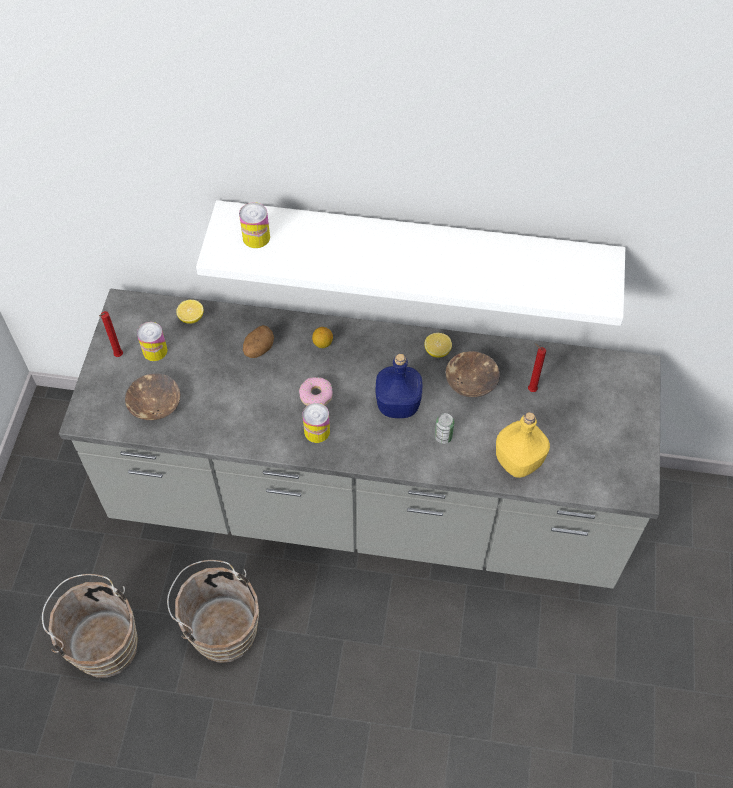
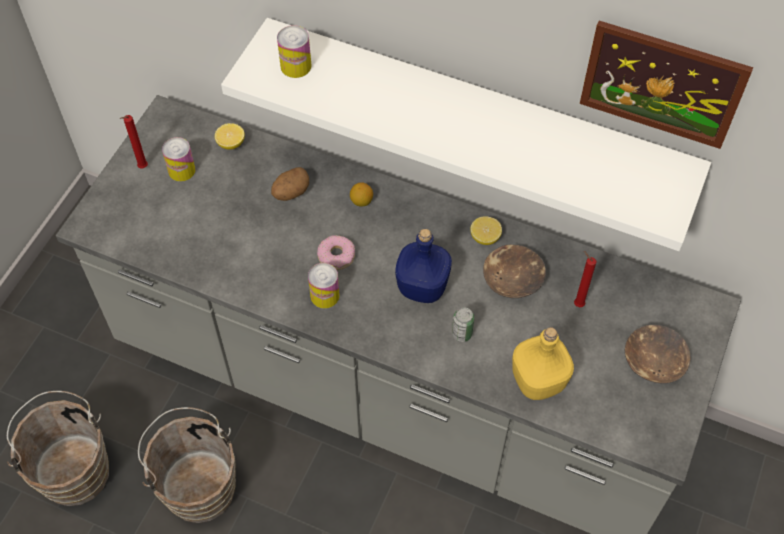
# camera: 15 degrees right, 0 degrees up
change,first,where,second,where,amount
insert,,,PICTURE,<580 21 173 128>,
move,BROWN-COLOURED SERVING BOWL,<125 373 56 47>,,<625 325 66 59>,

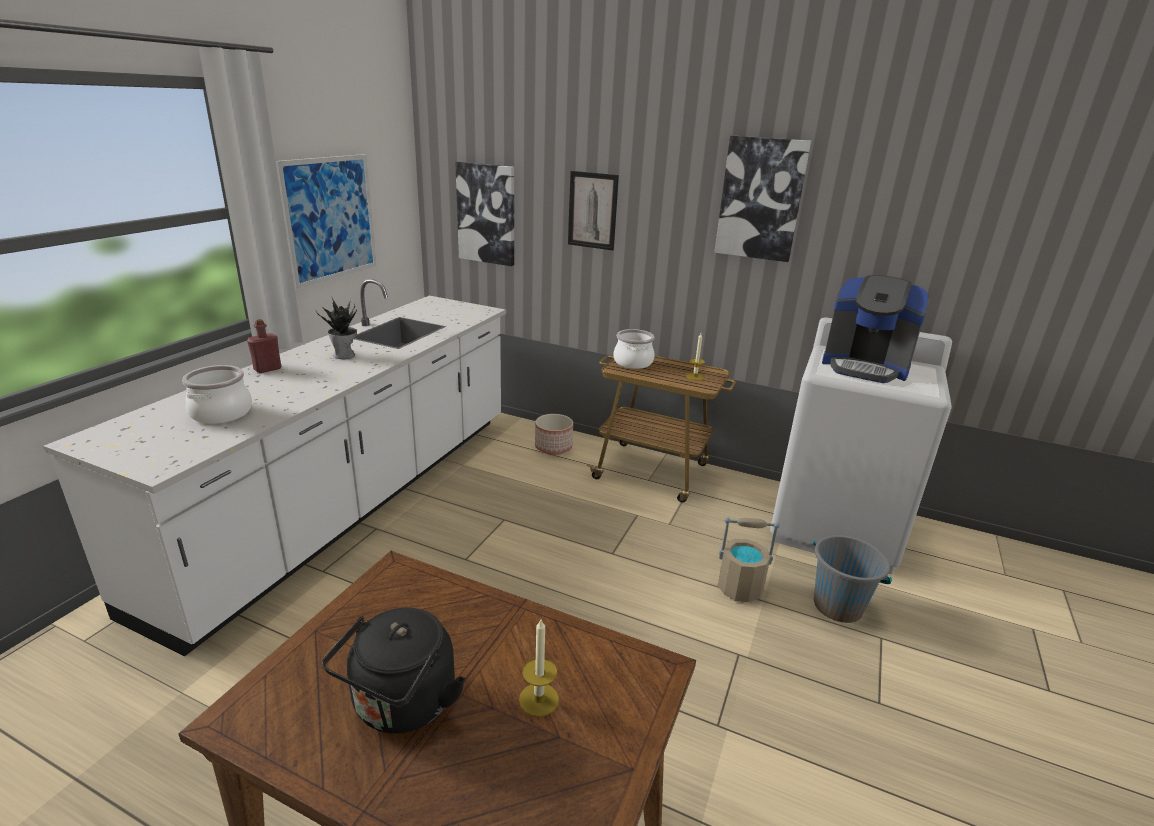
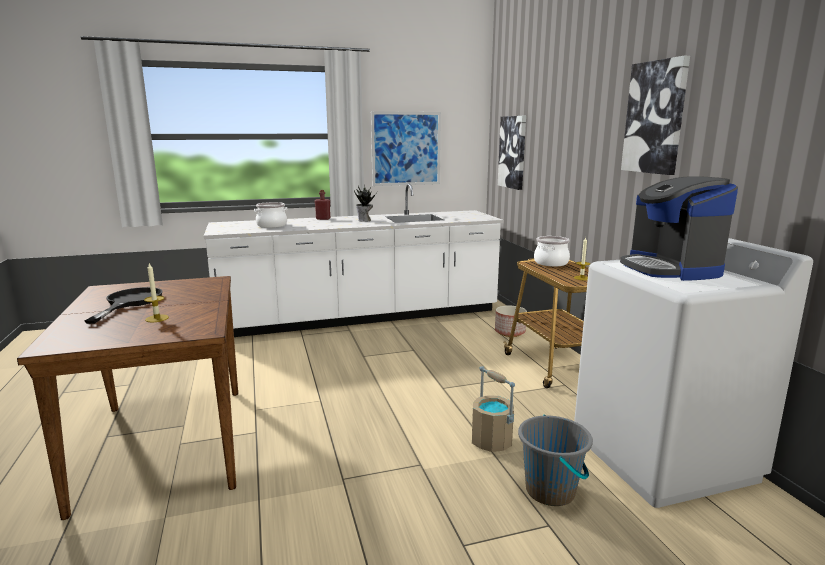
# camera: 50 degrees right, 10 degrees down
change,first,where,second,where,amount
delete,PICTURE,<568 171 51 79>,,,
replace,BLACKISH KETTLE,<322 608 143 125>,BLACKISH FRYING PAN,<84 287 78 37>,

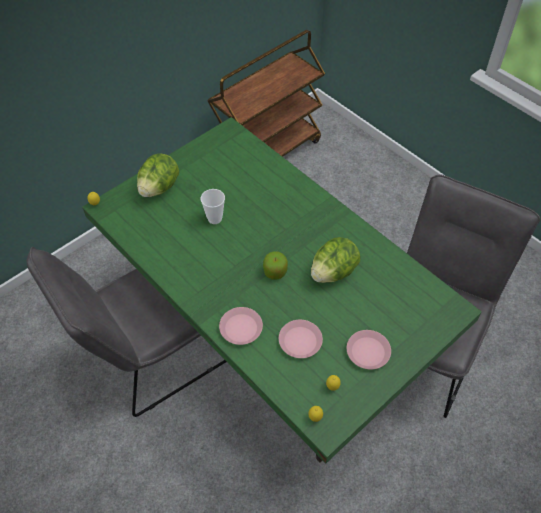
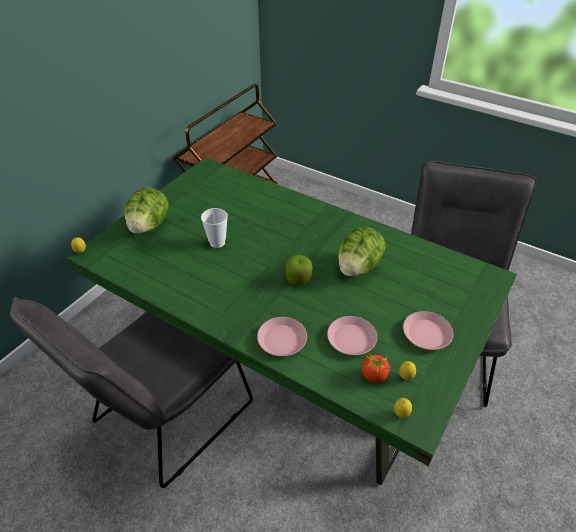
# camera: 15 degrees left, 10 degrees down
change,first,where,second,where,amount
insert,,,FRESH TOMATO,<362 354 30 29>,

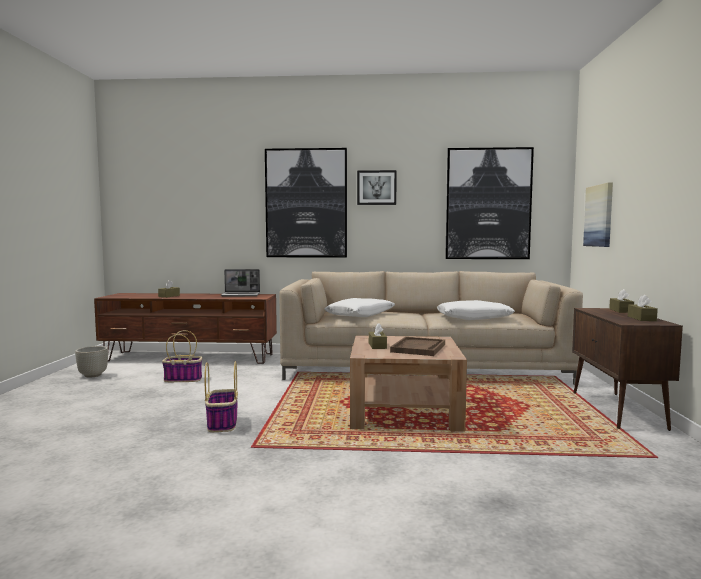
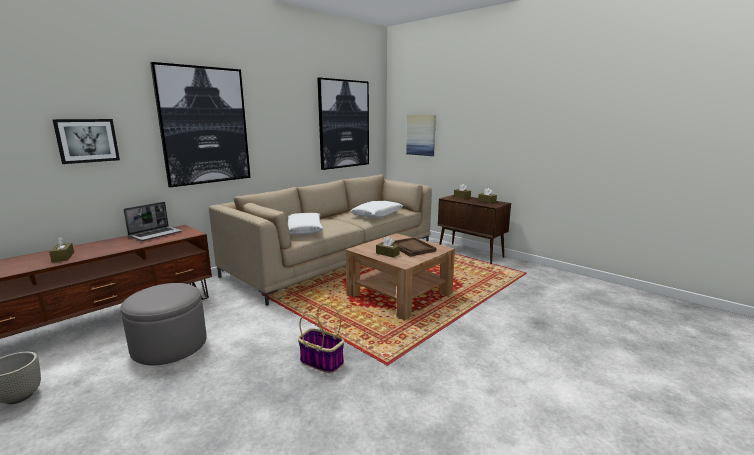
# camera: 50 degrees left, 10 degrees up
change,first,where,second,where,amount
move,PICTURE,<357 170 40 35>,,<52 119 68 45>,
replace,STORAGE BASKET,<162 330 40 52>,GRAY POUFFE,<121 283 86 82>,

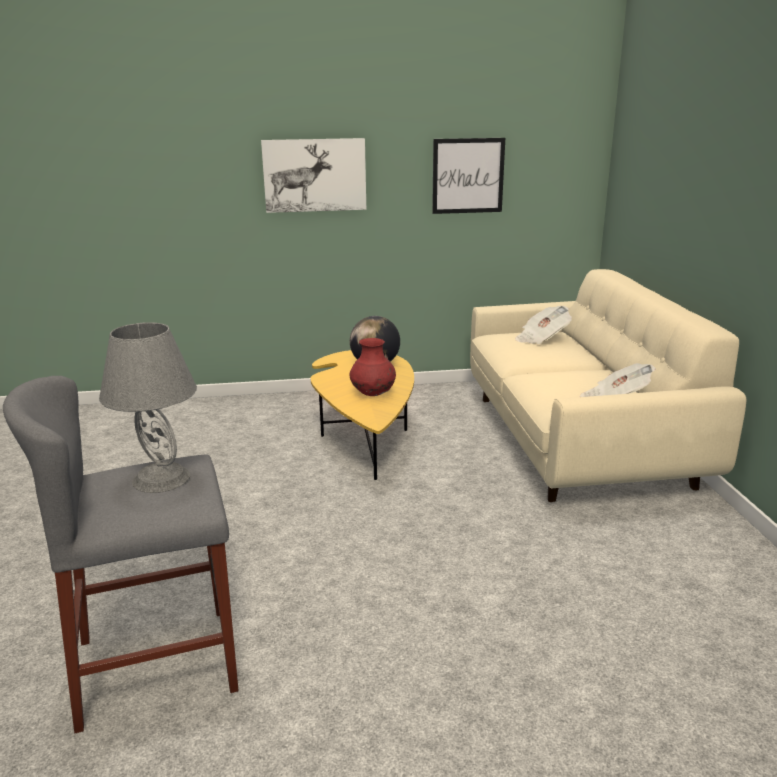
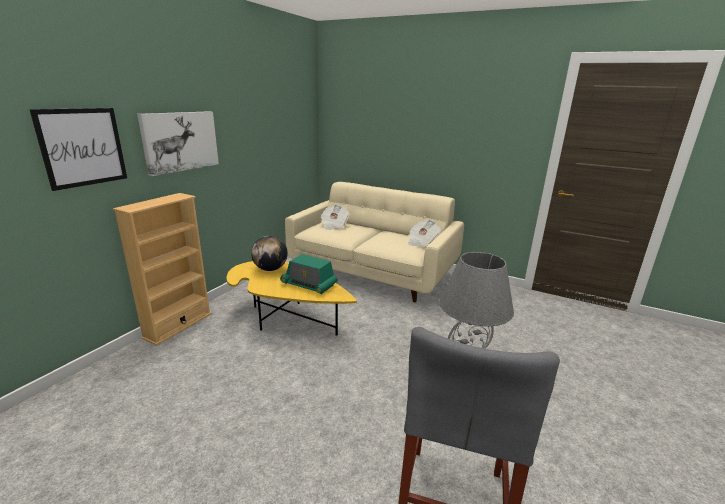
# camera: 55 degrees left, 0 degrees up
change,first,where,second,where,amount
insert,,,SAND-COLOURED BOOKSHELF,<113 193 99 153>,
move,PICTURE,<432 138 73 76>,,<29 108 98 83>,
replace,REDDISH VASE,<350 338 46 58>,RADIO,<280 254 57 40>,

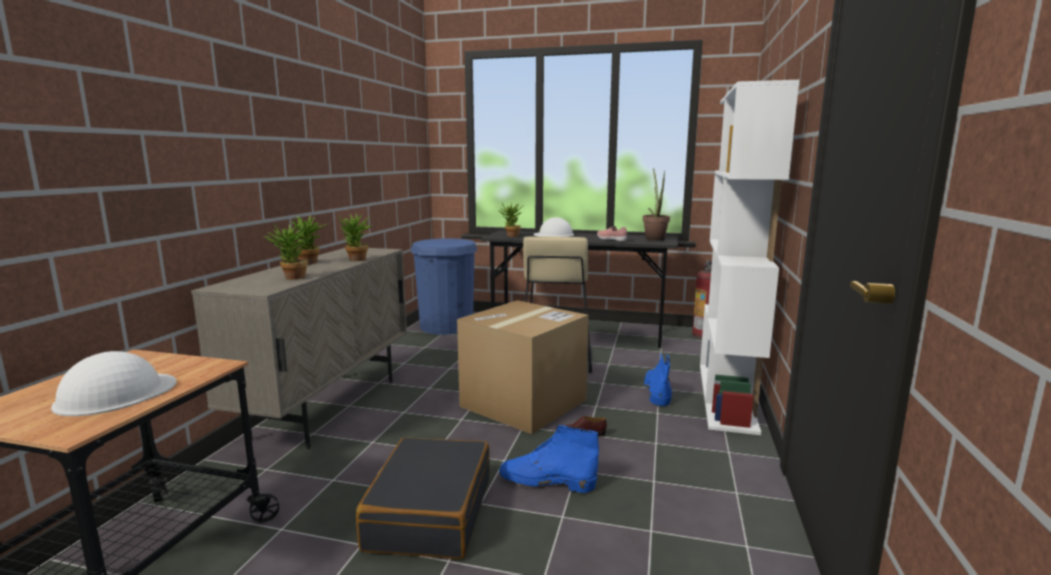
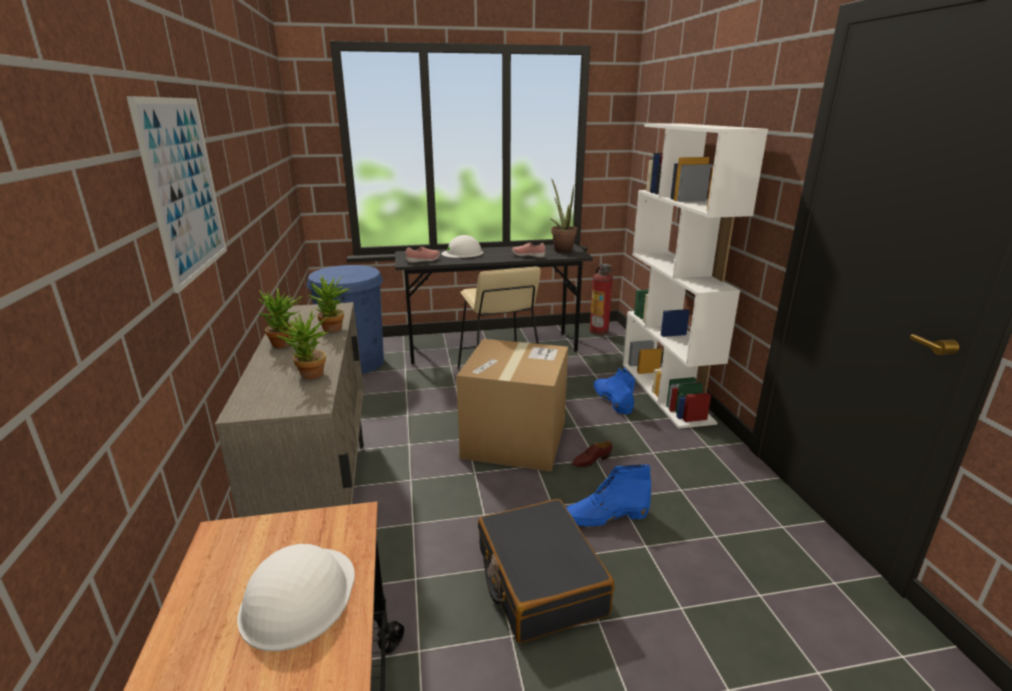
# camera: 25 degrees left, 10 degrees up
change,first,where,second,where,amount
insert,,,PICTURE,<126 96 101 197>,
replace,POTTED PLANT,<498 203 26 34>,PINK-COLOURED ITEM OF FOOTWEAR,<406 246 34 17>,

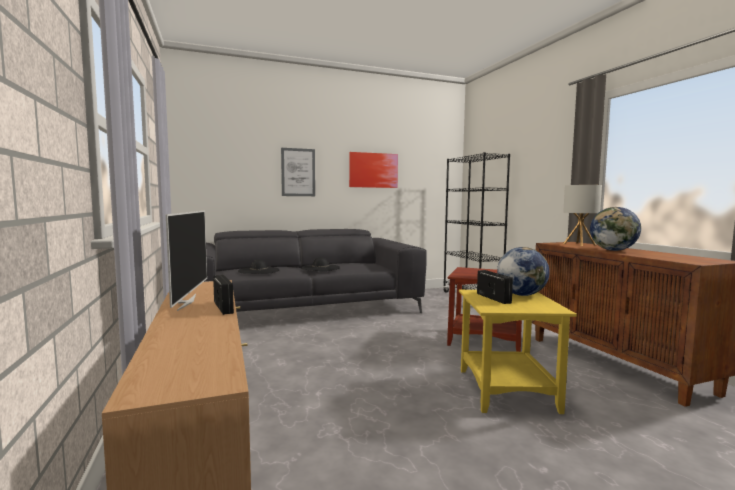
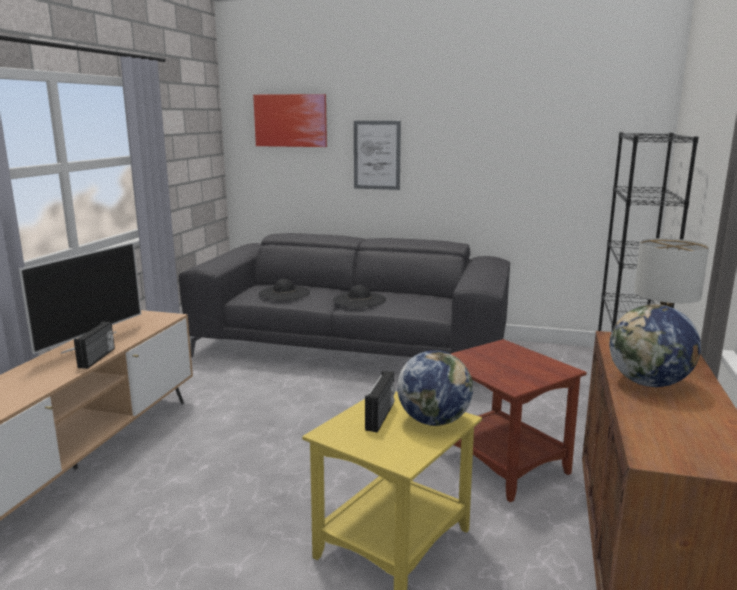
# camera: 35 degrees right, 10 degrees up
change,first,where,second,where,amount
move,PICTURE,<349 152 49 36>,,<253 94 74 53>,

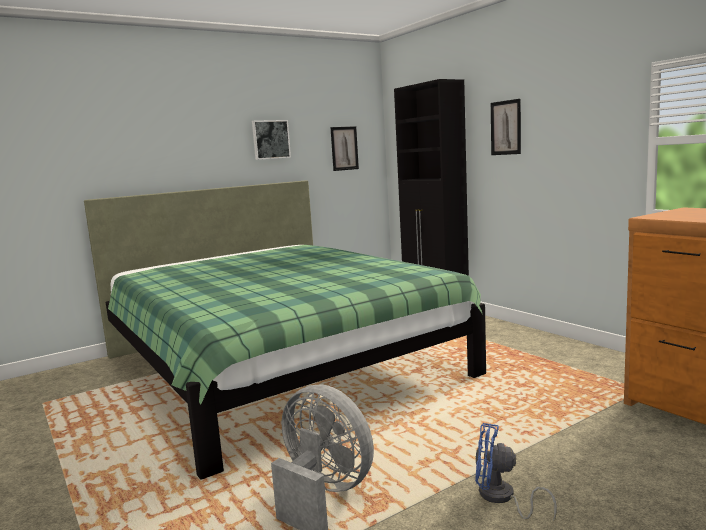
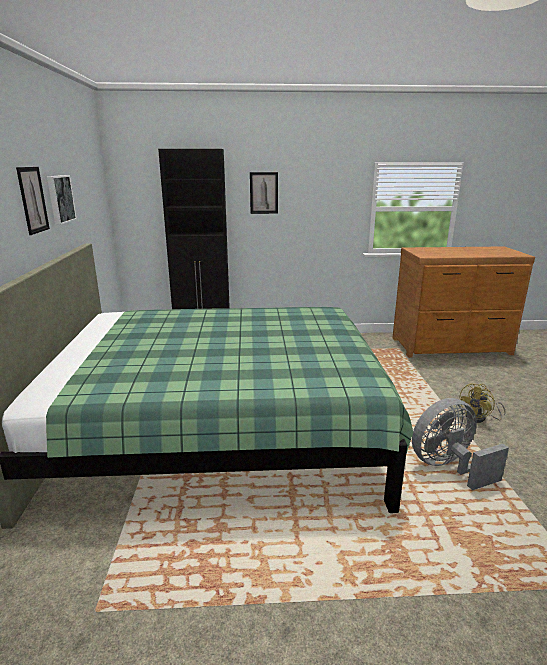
# camera: 60 degrees left, 10 degrees up
change,first,where,second,where,amount
move,PICTURE,<330 126 29 45>,,<16 167 34 68>,
recolor,BLUE-COLOURED COOLING FAN,<475 423 82 97>,YELLOW-COLOURED COOLING FAN,<460 383 46 40>,

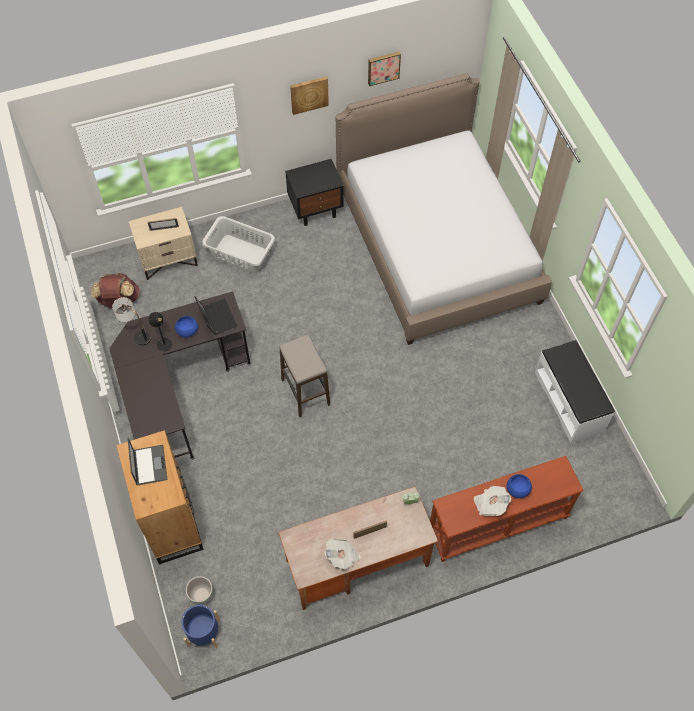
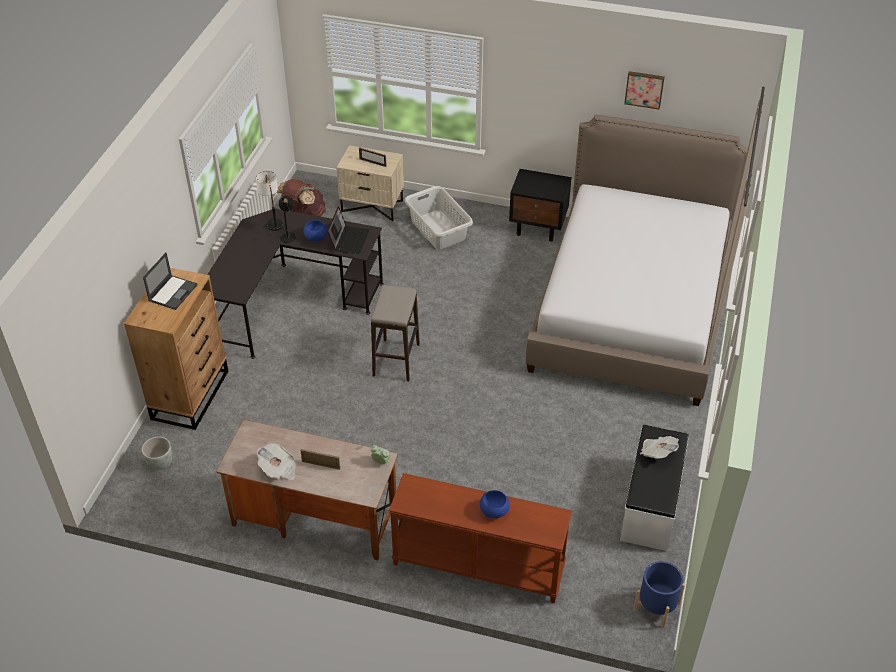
# camera: 35 degrees right, 15 degrees down
change,first,where,second,where,amount
delete,PICTURE,<290 77 39 38>,,,
move,BLUE-COLOURED FLOWER POT,<182 605 38 43>,,<633 561 52 67>,
move,DAILY PAPER,<474 486 37 30>,,<640 436 39 23>,

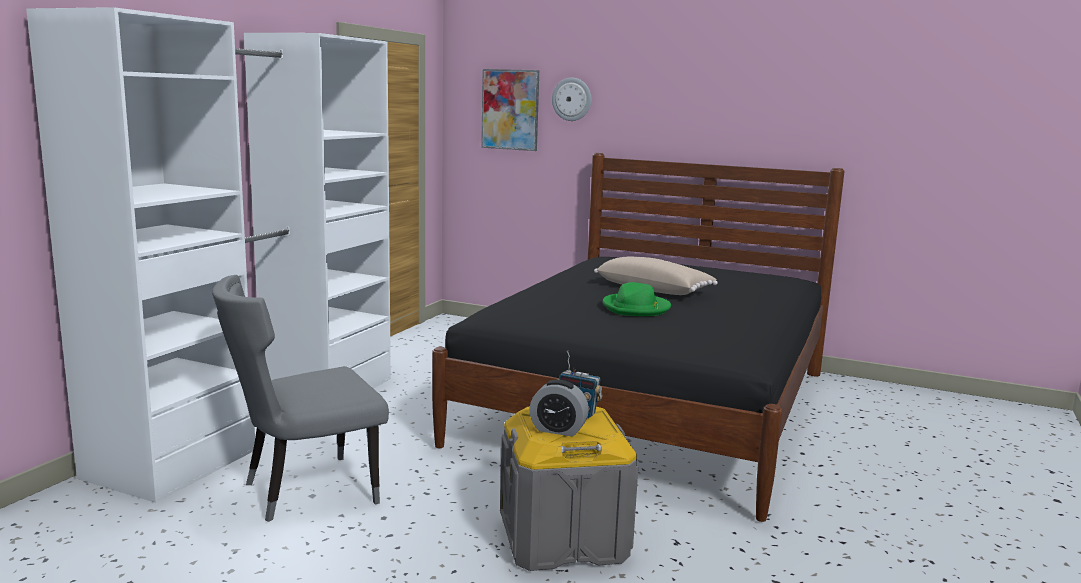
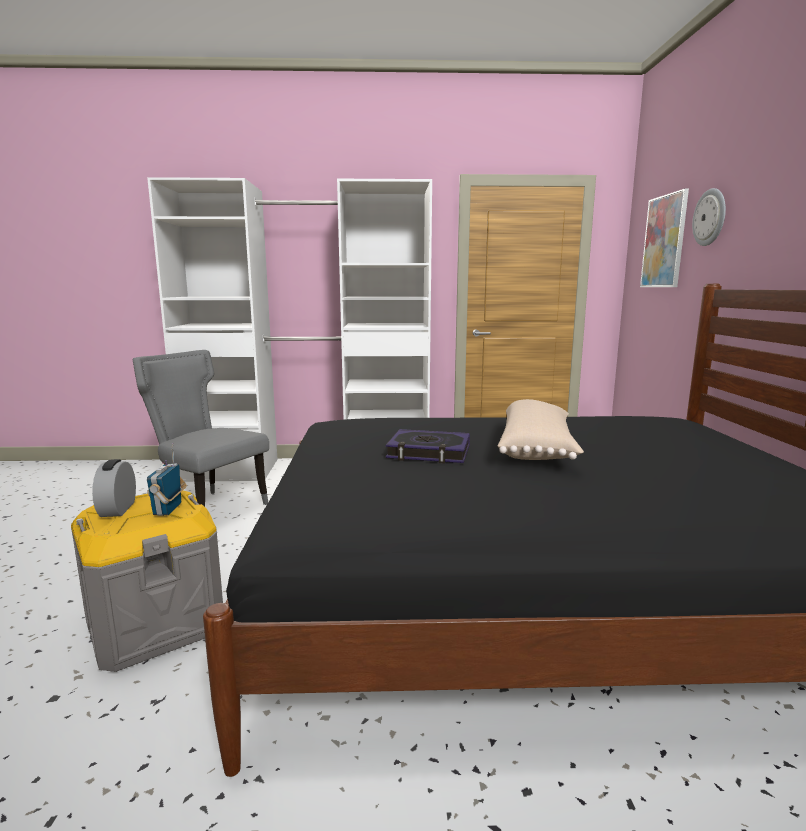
# camera: 65 degrees right, 0 degrees up
change,first,where,second,where,amount
replace,GREEN-COLOURED HAT,<603 282 68 34>,VOLUME,<386 429 84 35>,

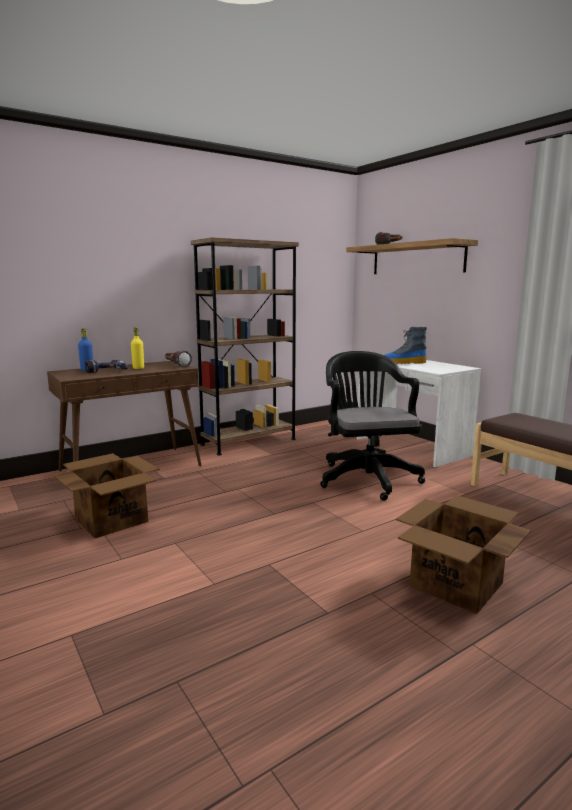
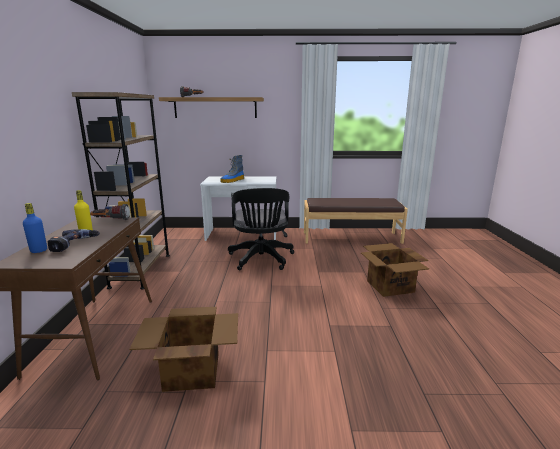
# camera: 55 degrees left, 5 degrees up
change,first,where,second,where,amount
rotate,BLACKISH DESK CHAIR,<320 351 105 150>,,<228 188 66 82>,120 degrees counterclockwise

